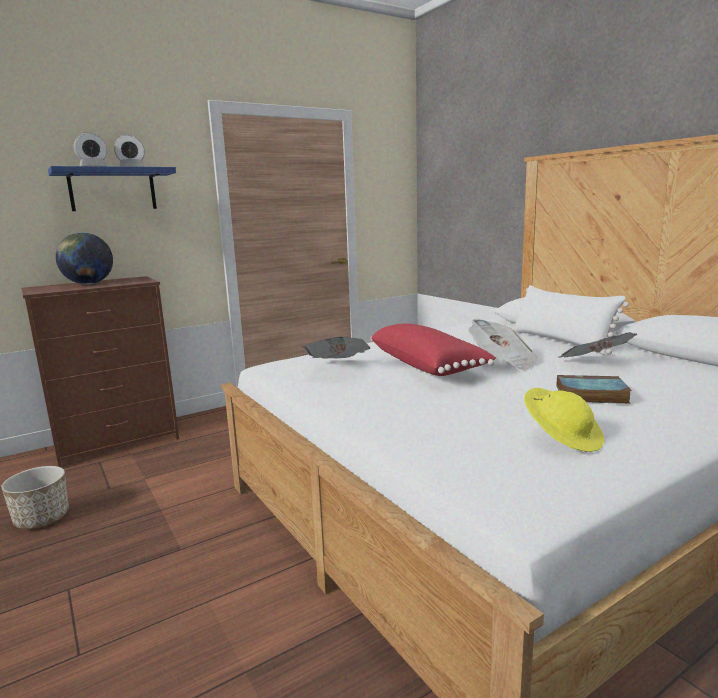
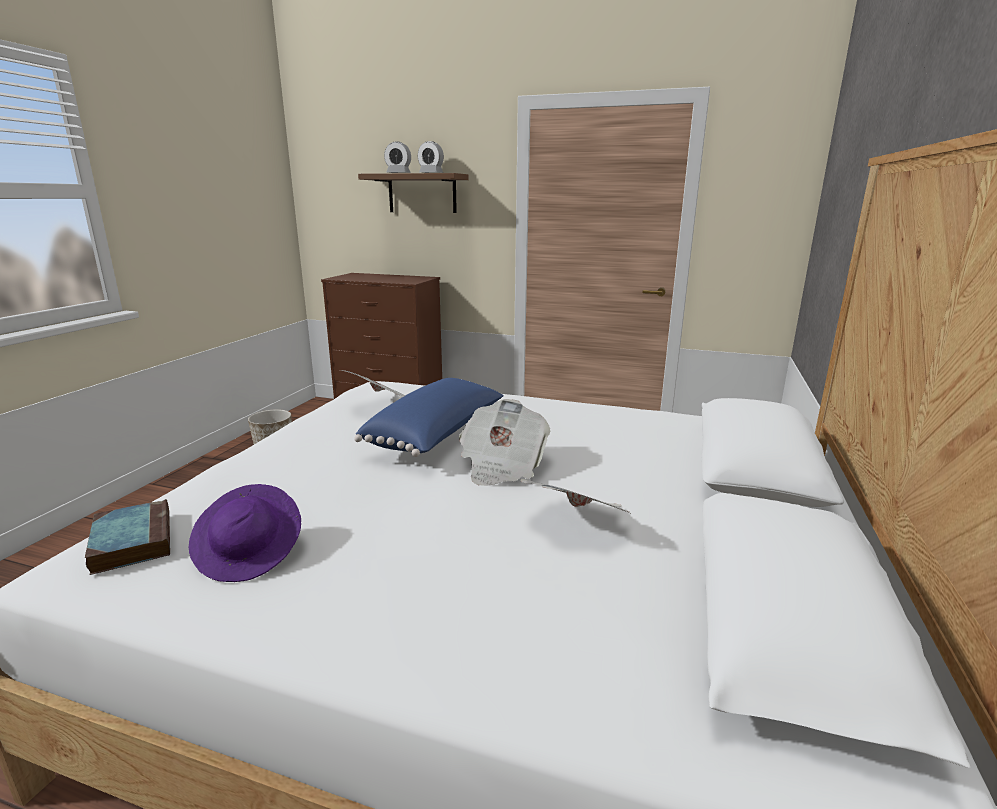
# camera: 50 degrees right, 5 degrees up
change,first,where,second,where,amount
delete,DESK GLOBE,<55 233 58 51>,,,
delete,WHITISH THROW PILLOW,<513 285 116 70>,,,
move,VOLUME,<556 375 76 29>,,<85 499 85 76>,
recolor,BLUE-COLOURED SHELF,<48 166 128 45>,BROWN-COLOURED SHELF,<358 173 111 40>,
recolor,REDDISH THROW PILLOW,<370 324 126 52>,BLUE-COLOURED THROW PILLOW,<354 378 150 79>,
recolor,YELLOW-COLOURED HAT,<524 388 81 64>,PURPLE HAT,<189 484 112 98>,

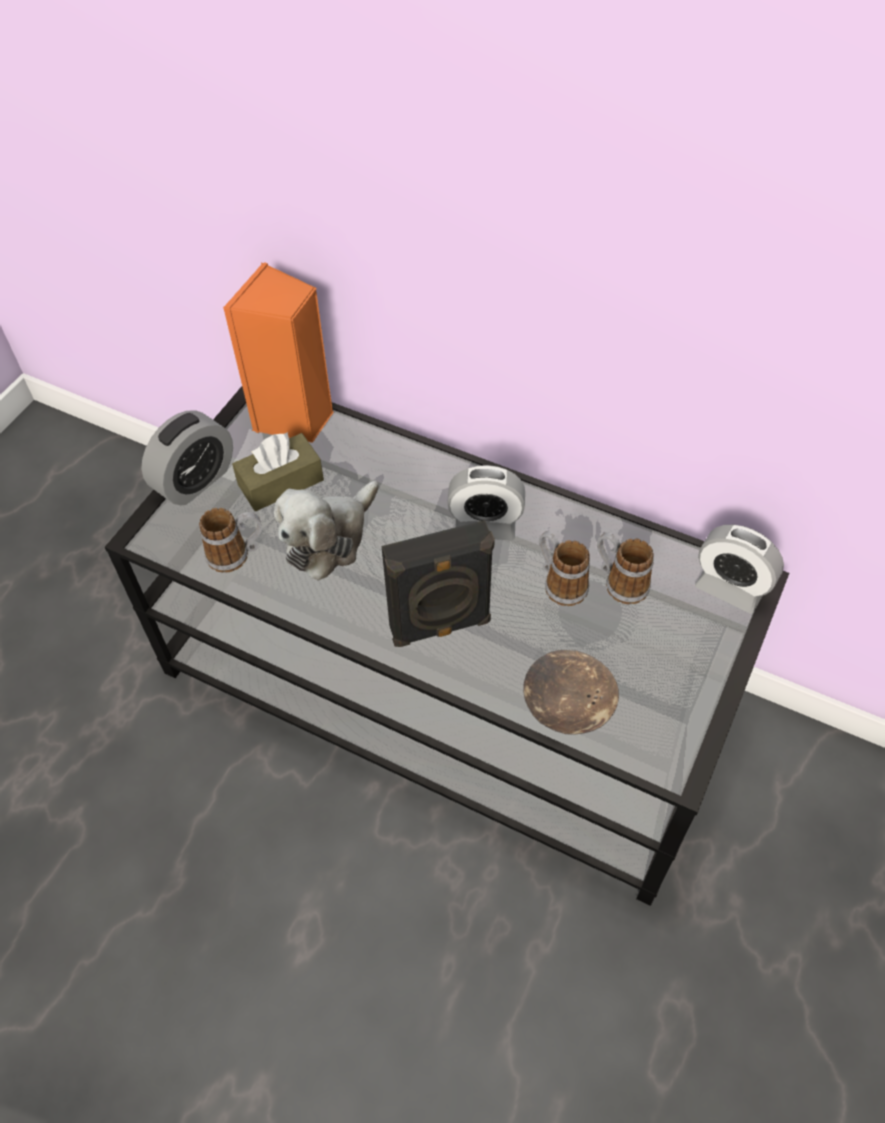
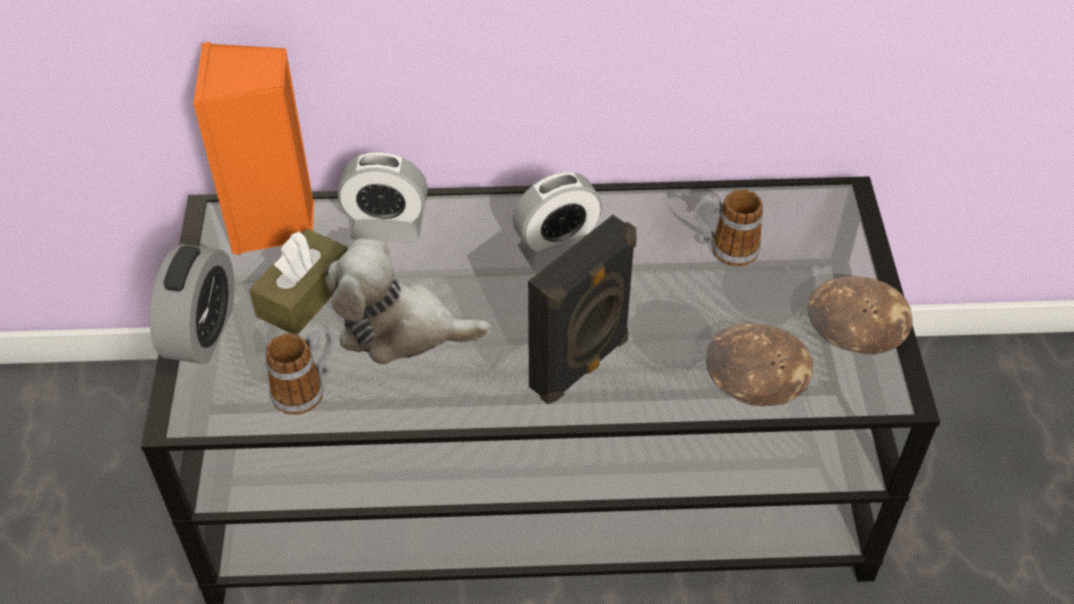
# camera: 30 degrees left, 5 degrees down
change,first,where,second,where,amount
delete,COFFEE MUG,<539 531 51 75>,,,
insert,,,BROWN-COLOURED SERVING BOWL,<808 276 104 79>,
move,TABLE CLOCK,<695 525 89 89>,,<338 152 90 91>,
rotate,PLUSH TOY,<274 481 105 100>,,<325 238 166 127>,90 degrees clockwise

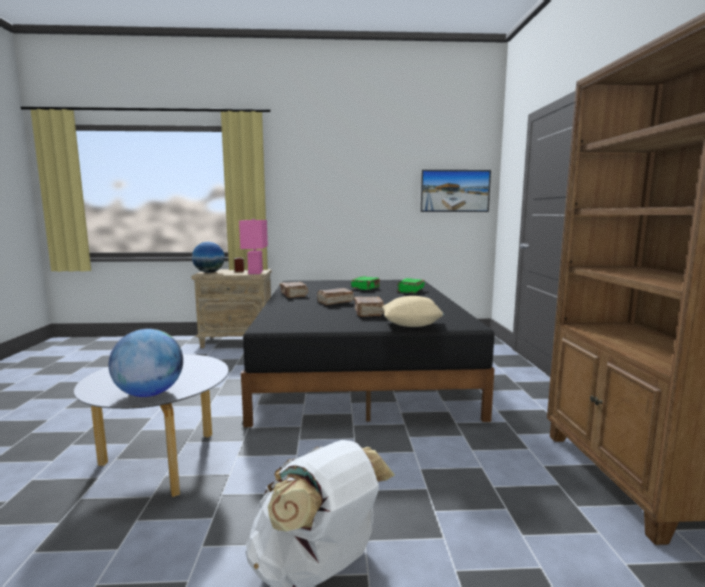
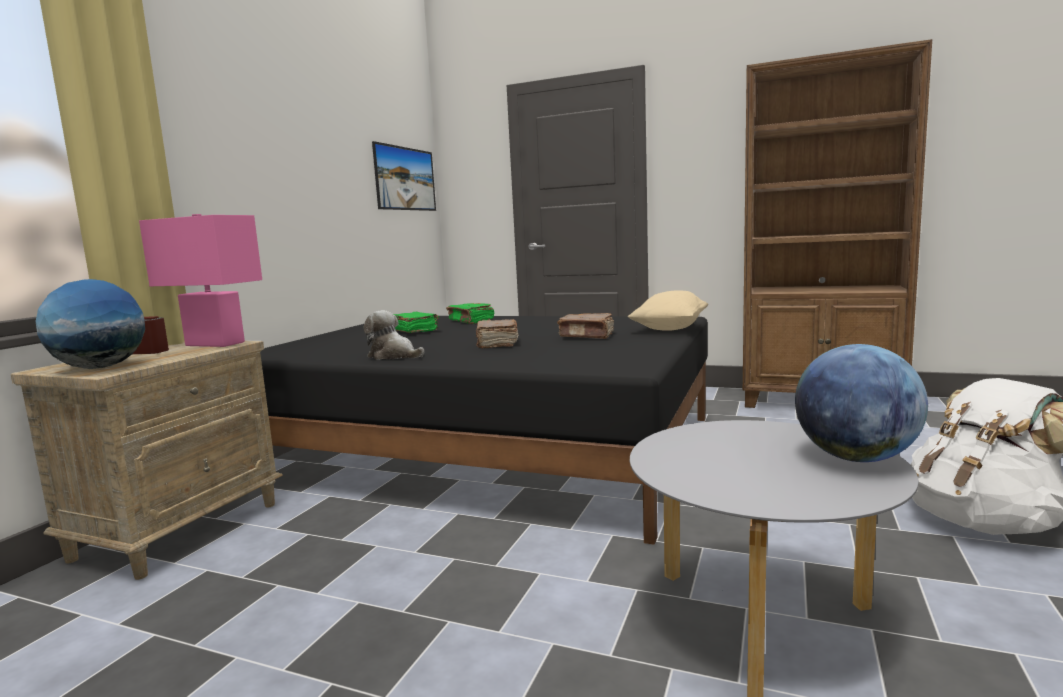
# camera: 65 degrees left, 0 degrees up
change,first,where,second,where,amount
replace,BROWN-COLOURED VOLUME,<280 282 28 16>,PLUSH TOY,<363 310 62 50>,

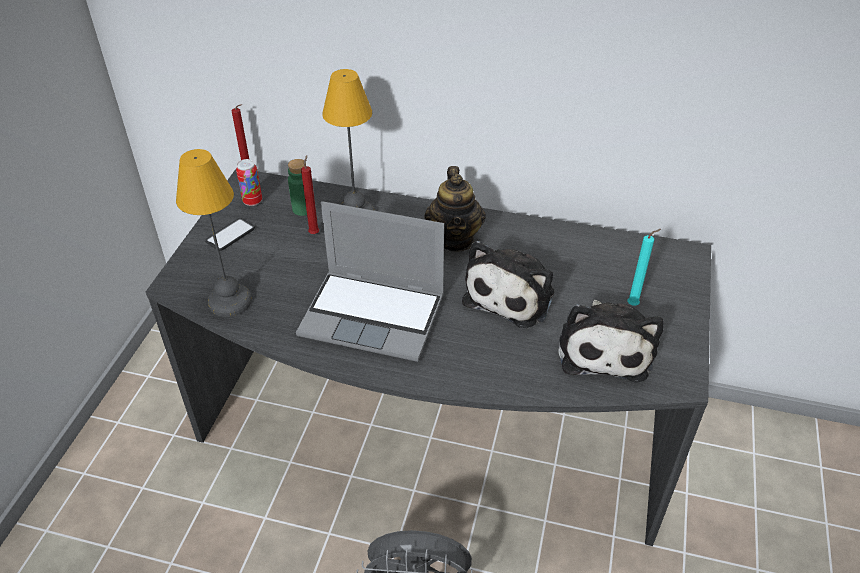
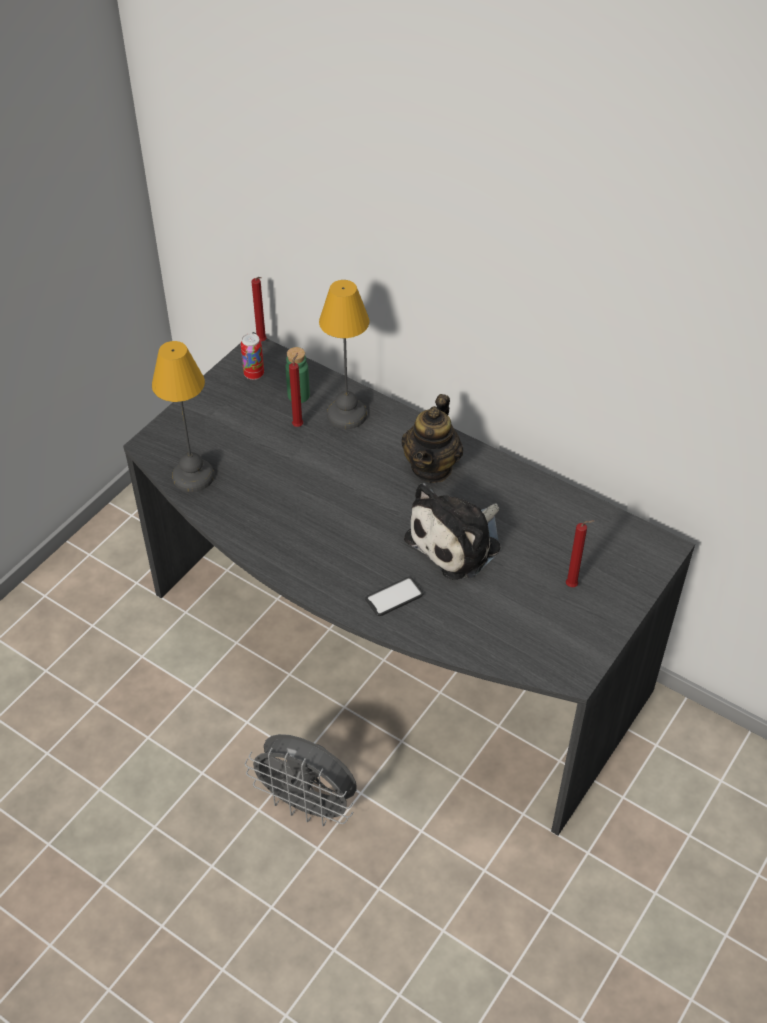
# camera: 20 degrees right, 5 degrees up
change,first,where,second,where,amount
delete,LAPTOP,<296 201 148 161>,,,
delete,PLUSH TOY,<558 300 106 83>,,,
move,HANDSET,<205 218 50 33>,,<365 577 59 39>,
recolor,BLUE-GREEN WAX LIGHT,<627 229 34 77>,REDDISH WAX LIGHT,<566 520 28 67>,

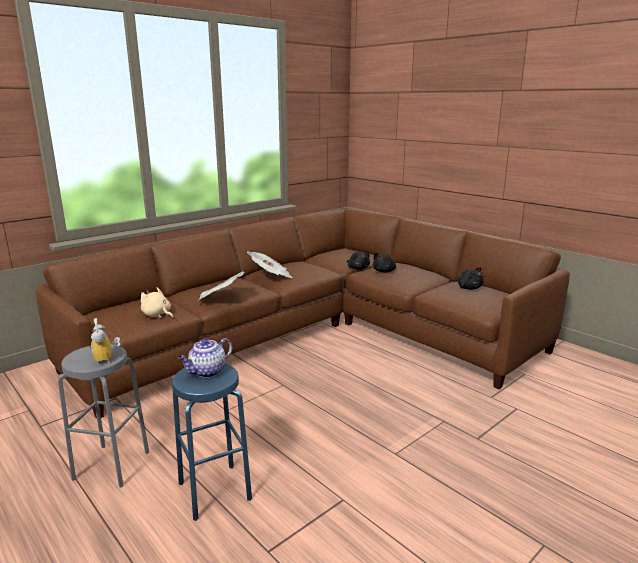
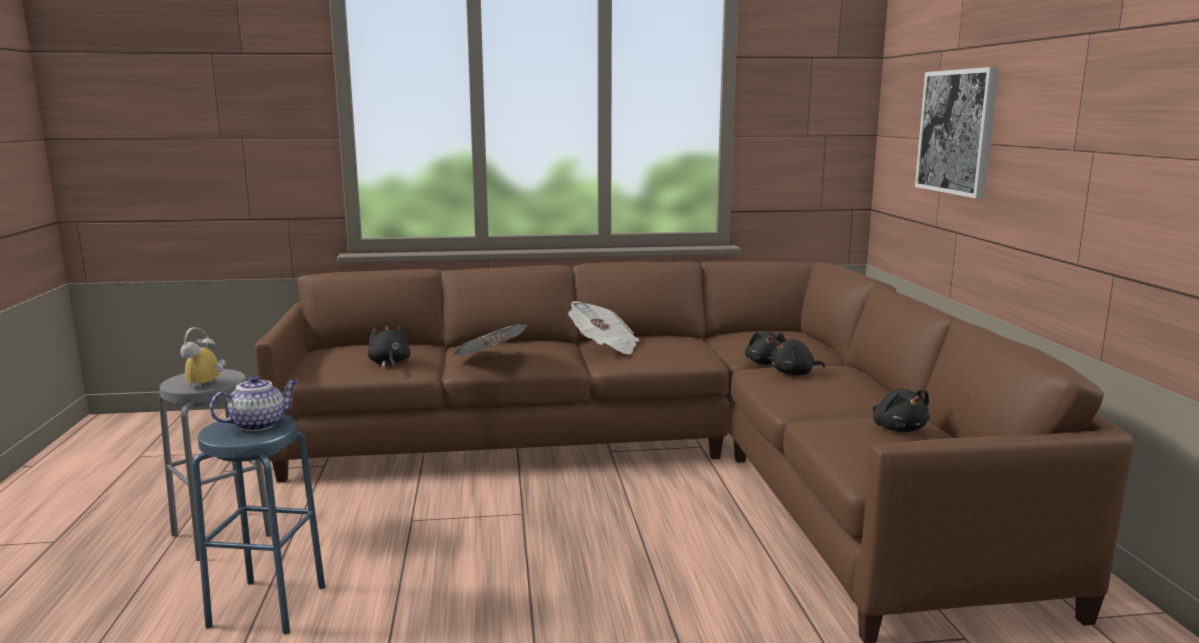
# camera: 35 degrees right, 5 degrees down
change,first,where,second,where,amount
insert,,,PICTURE,<915 67 84 131>,
recolor,SAND-COLOURED PLUSH TOY,<141 287 32 31>,BLACKISH PLUSH TOY,<367 325 44 45>,
rotate,TEAPOT,<178 338 54 40>,,<210 376 88 55>,150 degrees clockwise

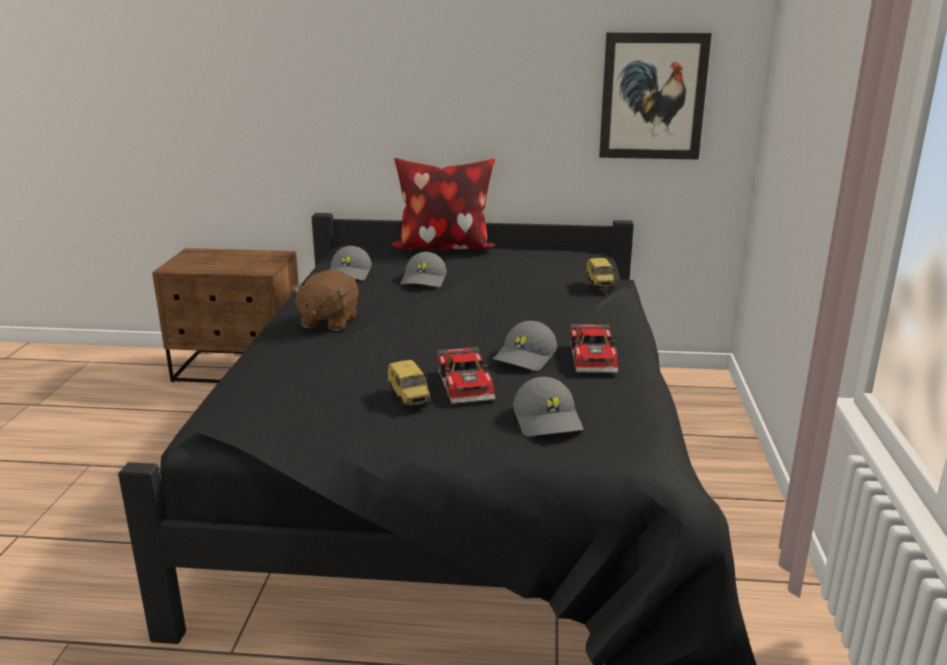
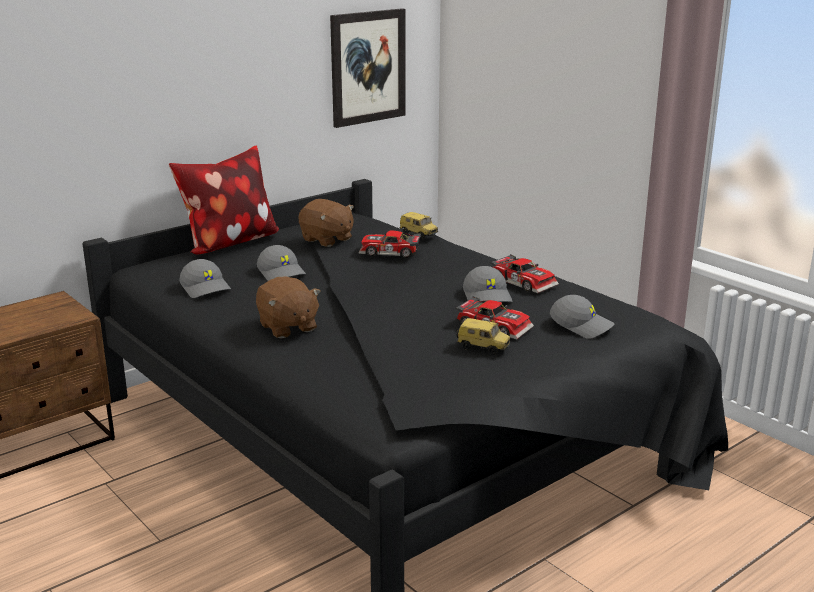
# camera: 45 degrees left, 0 degrees up
change,first,where,second,where,amount
insert,,,BROWN-COLOURED PLUSH TOY,<298 199 56 48>,
insert,,,TOY CAR,<358 230 63 28>,

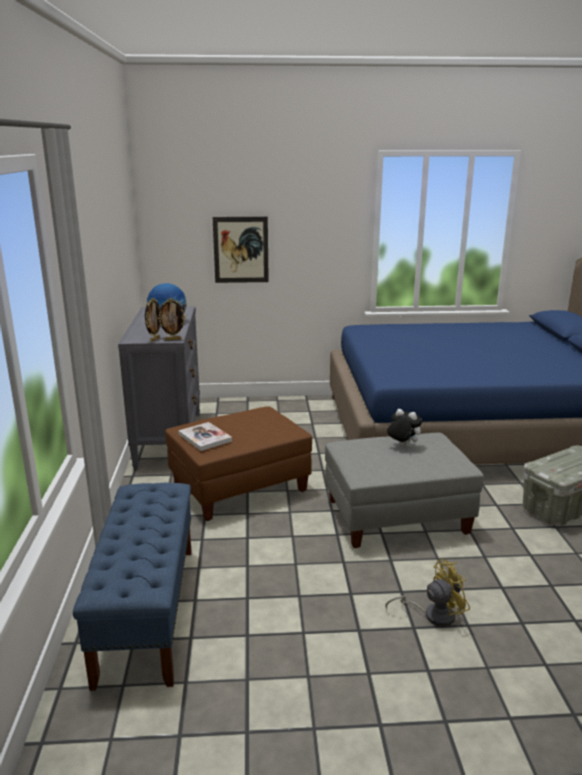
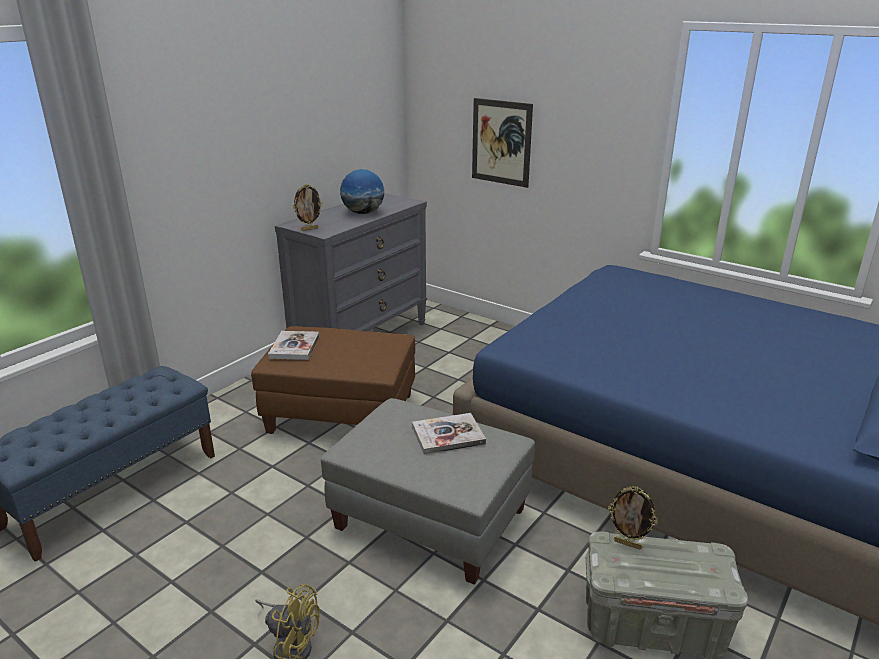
# camera: 40 degrees right, 5 degrees up
change,first,where,second,where,amount
move,PHOTO FRAME,<158 298 28 43>,,<608 486 50 63>,
replace,PLUSH TOY,<387 409 36 38>,VOLUME,<412 413 74 42>,

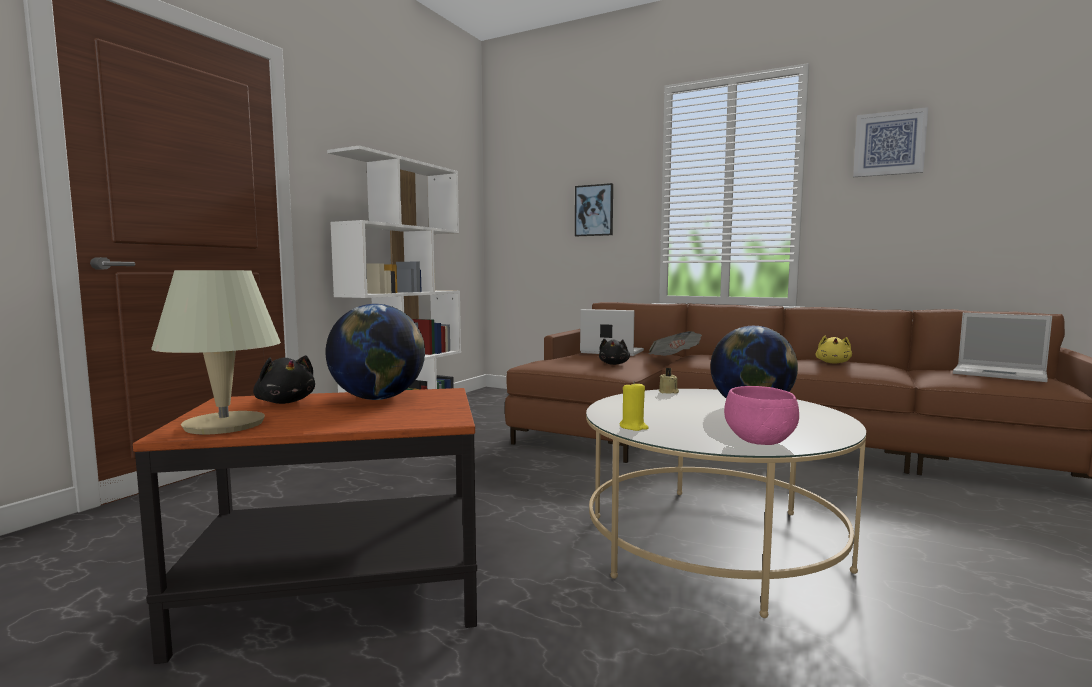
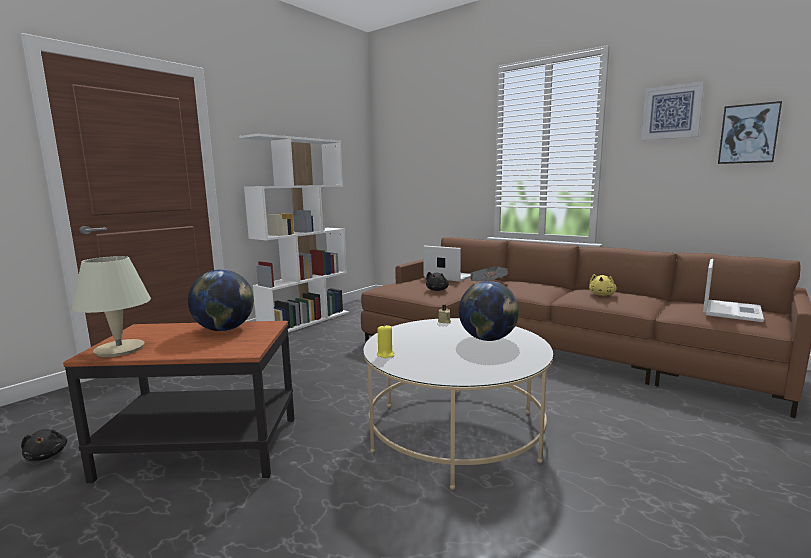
# camera: 10 degrees right, 5 degrees up
change,first,where,second,where,amount
delete,PINK-COLOURED SERVING BOWL,<724 386 75 59>,,,
move,BLACKISH PLUSH TOY,<253 355 62 49>,,<21 429 46 32>,
move,PICTURE,<575 183 38 53>,,<718 101 64 63>,
rotate,LAPTOP,<953 313 99 69>,,<703 259 61 63>,105 degrees counterclockwise

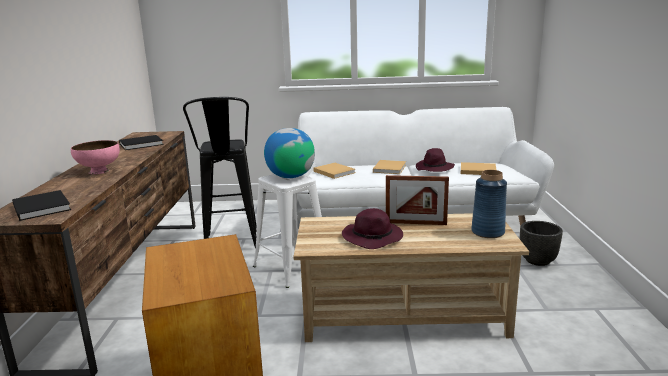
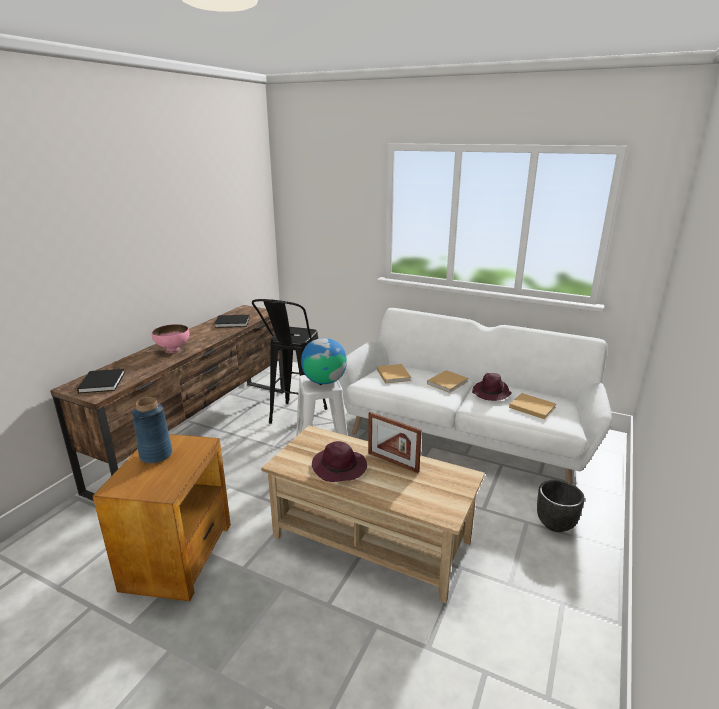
# camera: 25 degrees right, 5 degrees up
change,first,where,second,where,amount
move,BLUE-COLOURED VASE,<471 170 36 68>,,<132 397 41 66>,

